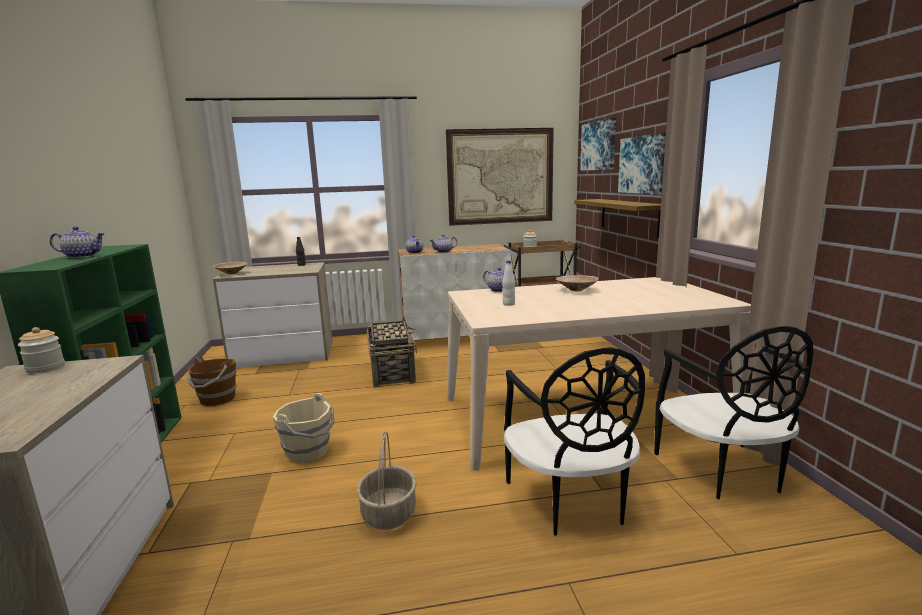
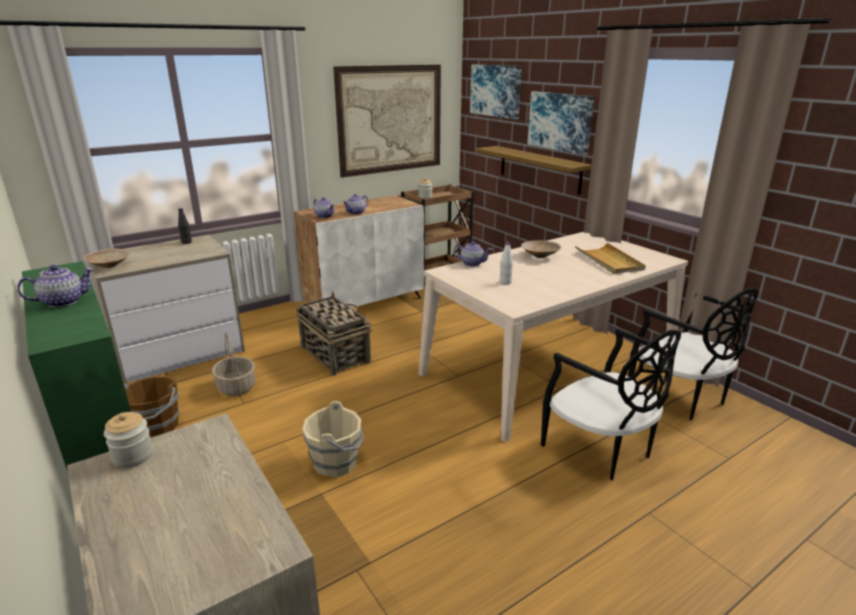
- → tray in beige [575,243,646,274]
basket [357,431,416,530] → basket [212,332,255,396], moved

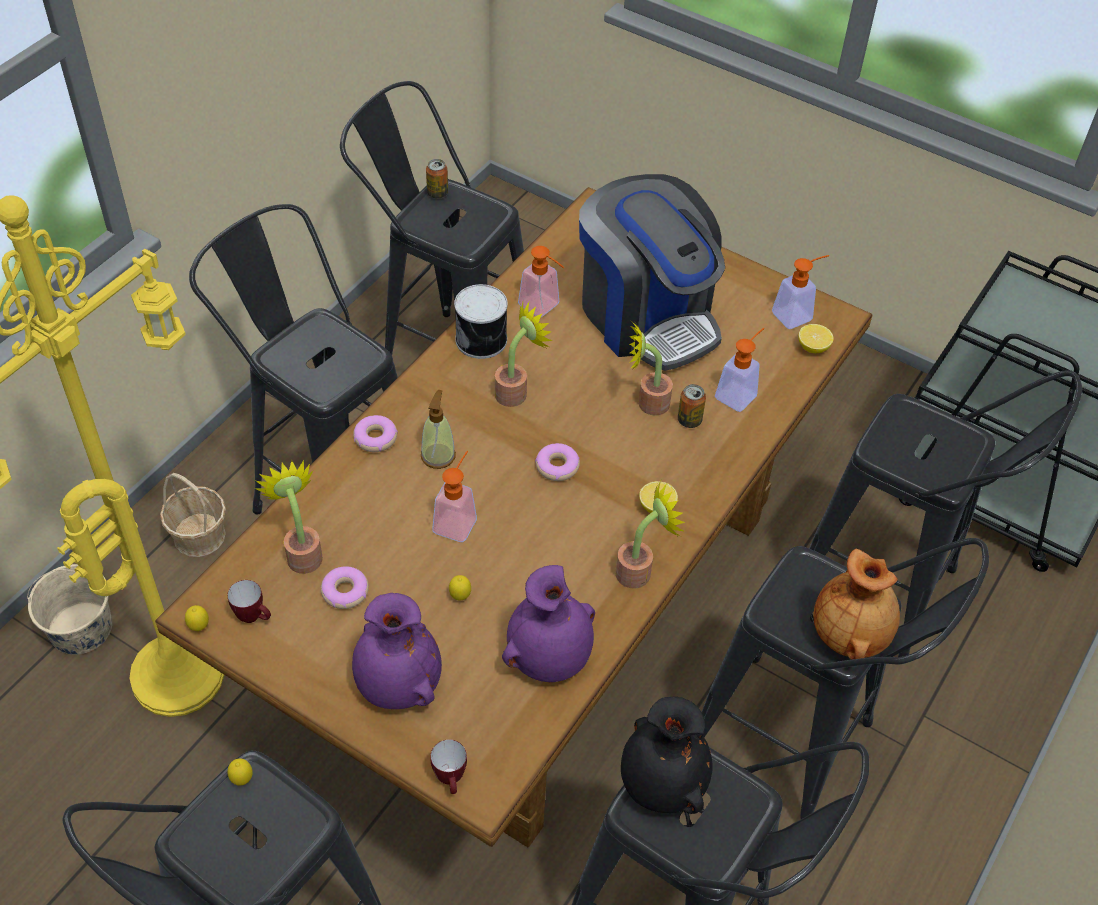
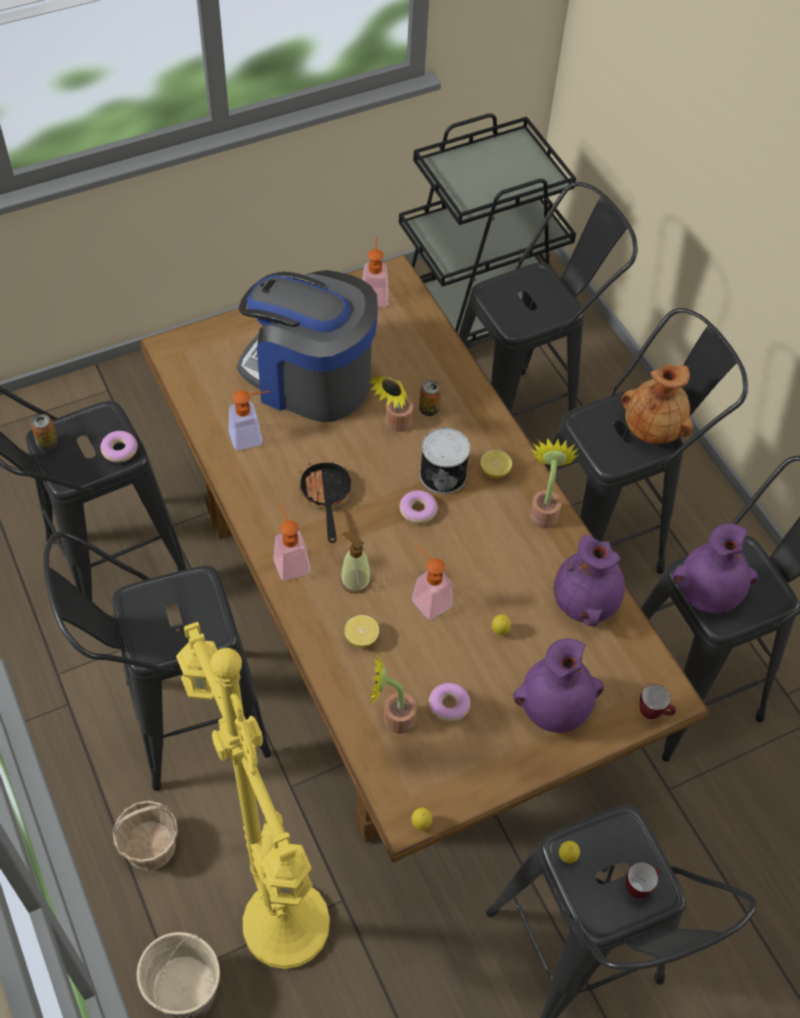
mug [227,580,271,623] → mug [626,862,660,898], moved
donut [353,415,398,452] → donut [100,431,138,463], moved
can [454,284,508,359] → can [420,428,470,494], moved
soap dispenser [715,328,764,412] → soap dispenser [273,504,310,581], moved
lemon [798,324,834,353] → lemon [344,615,379,647], moved
potted plant [495,302,553,407] → frying pan [299,462,353,543]
vase in black [621,696,713,814] → vase in purple [672,523,758,614]
coffee machine [579,174,725,371] → coffee machine [237,270,378,422], 150 degrees counterclockwise

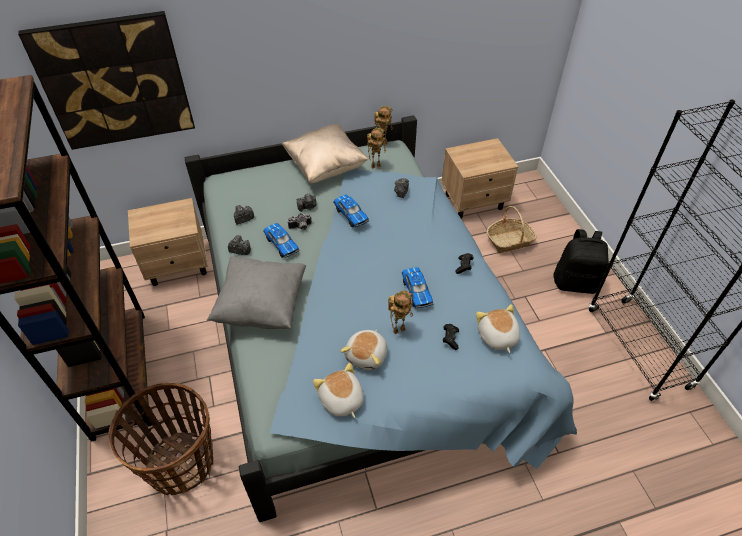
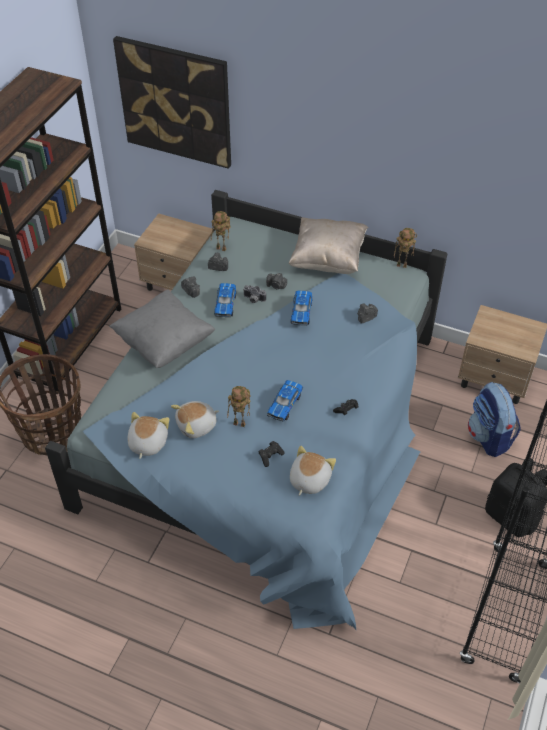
toy robot [367,128,386,168] → toy robot [211,211,230,251], moved
basket [487,206,537,253] → backpack [468,382,521,457]

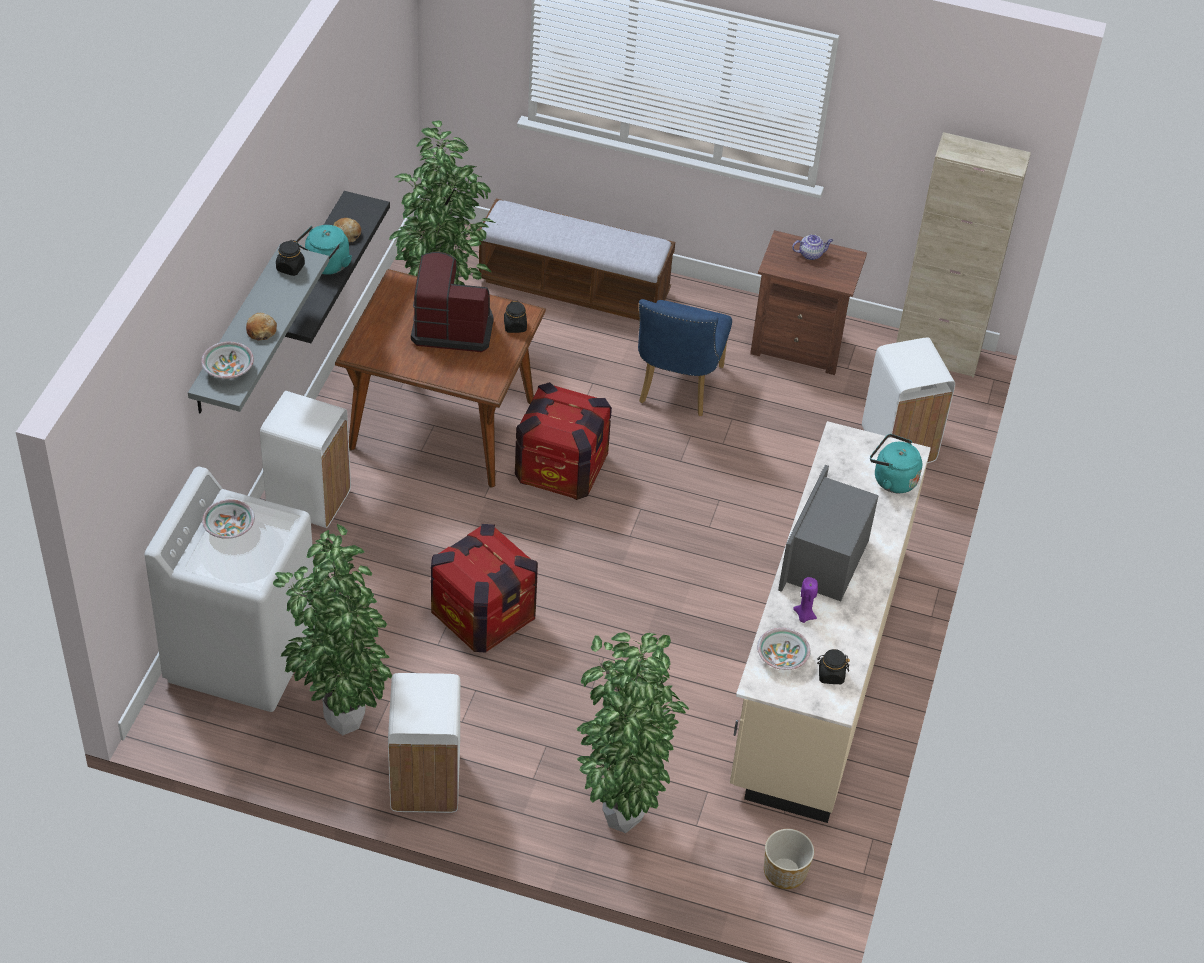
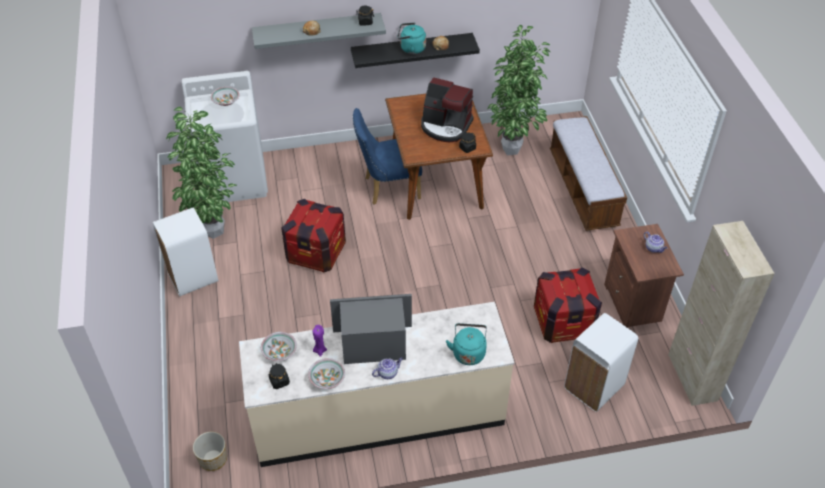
trash can in white [260,391,351,528] → -
potted plant [577,632,689,833] → -
- → teapot [372,357,403,379]
bowl [201,342,254,379] → bowl [308,358,345,389], moved
crate [515,382,612,500] → crate [534,267,602,343], moved
chair in blue [638,299,732,416] → chair in blue [353,108,422,205], moved
coffee machine [411,252,493,352] → coffee machine [421,77,474,142], 135 degrees clockwise

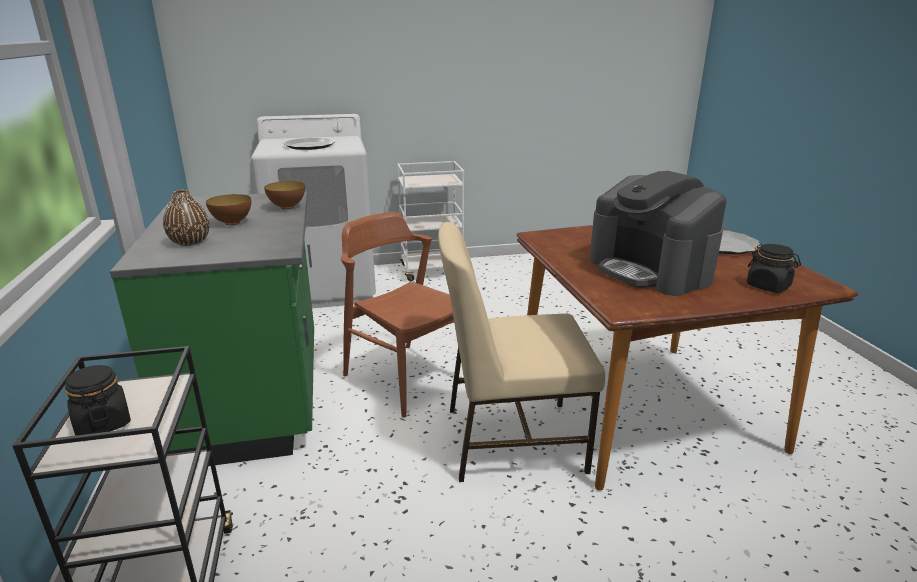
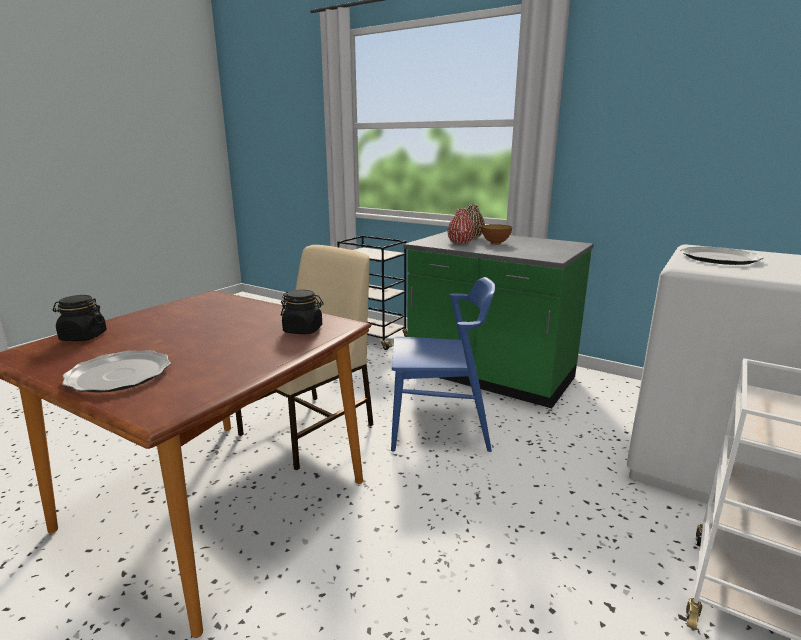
bowl [264,181,305,209] → -
coffee machine [590,171,727,296] → -
- → vase in red [447,208,475,244]
jar in black [65,365,131,436] → jar in black [281,290,324,334], moved
chair in brown [341,212,454,418] → chair in blue [391,277,495,452]

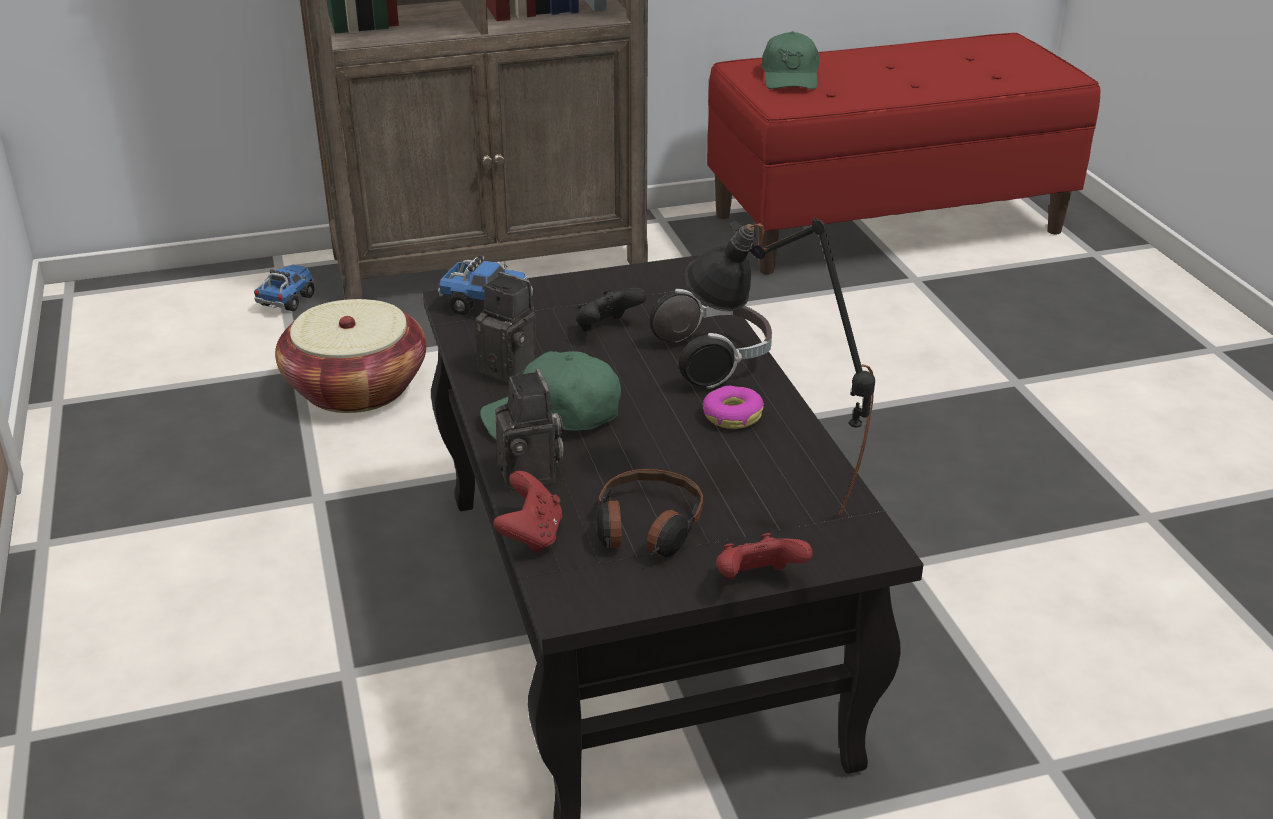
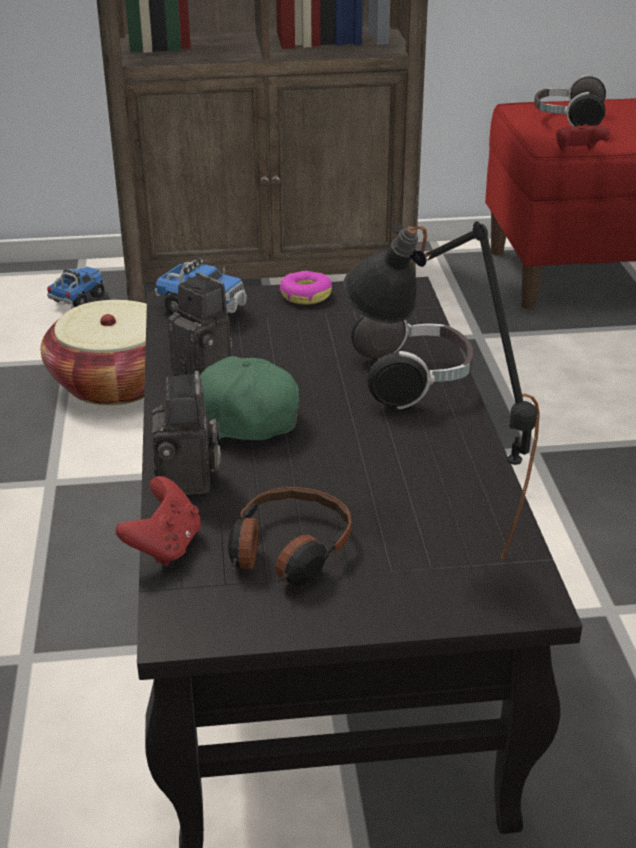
game controller in black [576,288,646,331] → -
donut [703,386,764,429] → donut [280,271,332,304], moved
game controller in red [716,533,813,579] → game controller in red [556,124,610,151], moved
cap in green [761,32,819,89] → headphones [534,74,606,126]

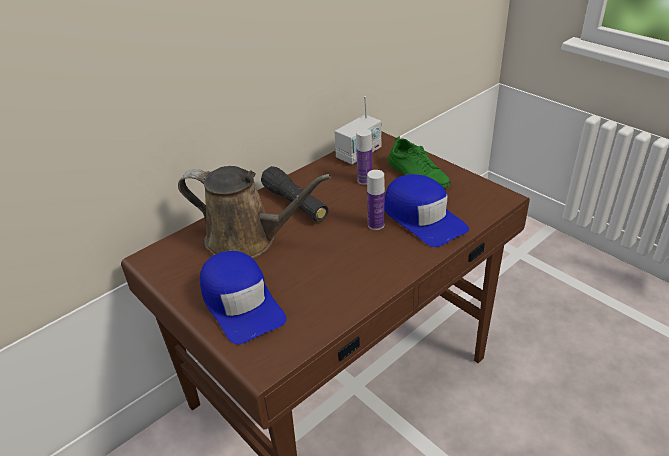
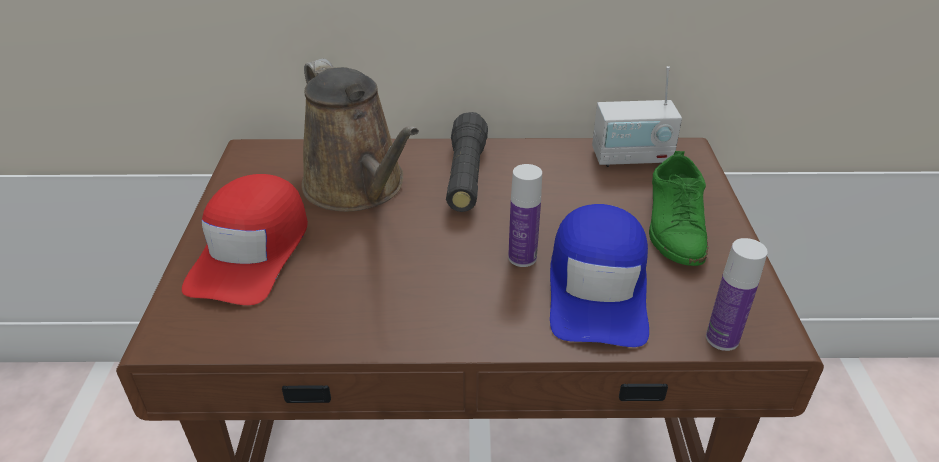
bottle [356,129,372,185] → bottle [706,238,768,351], moved
cap in blue [200,251,287,344] → cap in red [182,174,308,305]

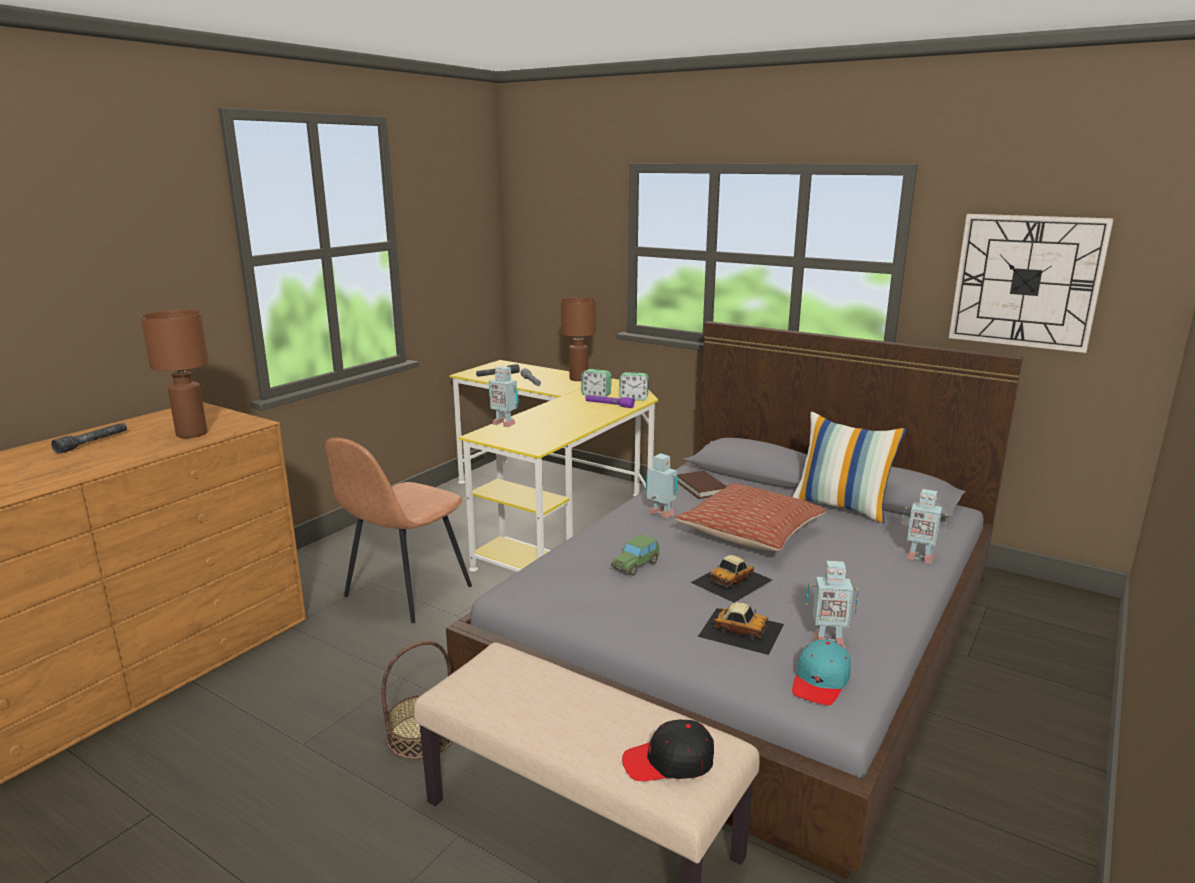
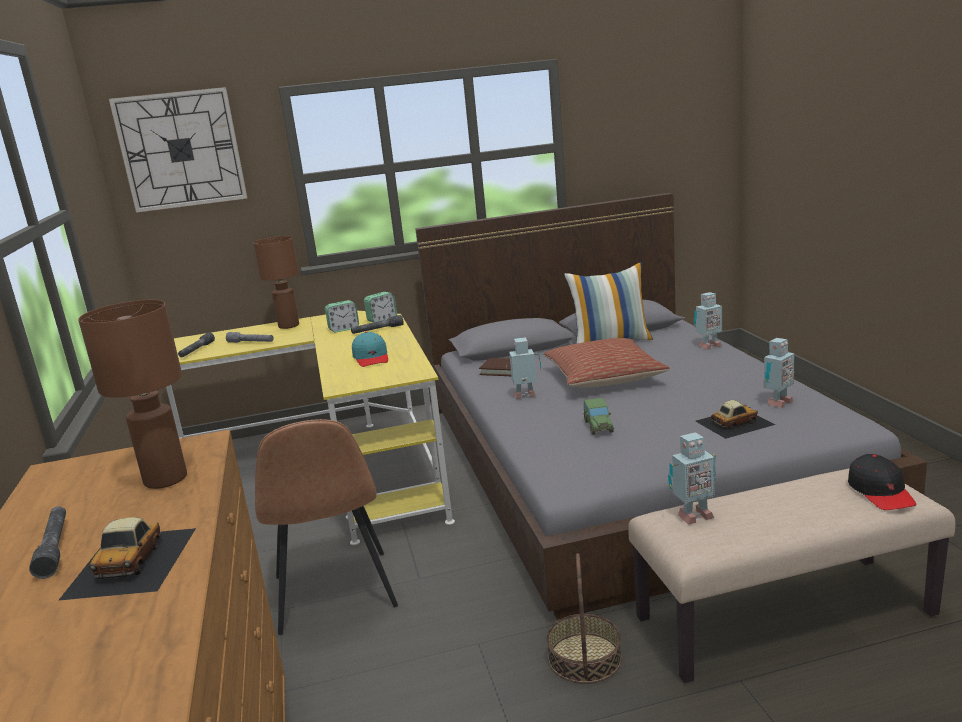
toy robot [489,366,519,427] → toy robot [668,432,716,525], moved
toy car [690,555,772,603] → toy car [58,517,196,601], moved
cap in turquoise [792,640,851,706] → cap in turquoise [352,331,388,367], moved
wall clock [949,214,1114,353] → wall clock [109,87,247,213], moved
flashlight in purple [585,395,635,408] → flashlight in grey [351,315,404,334]
cap in black [622,719,714,781] → cap in black [848,454,917,510], 45 degrees counterclockwise

